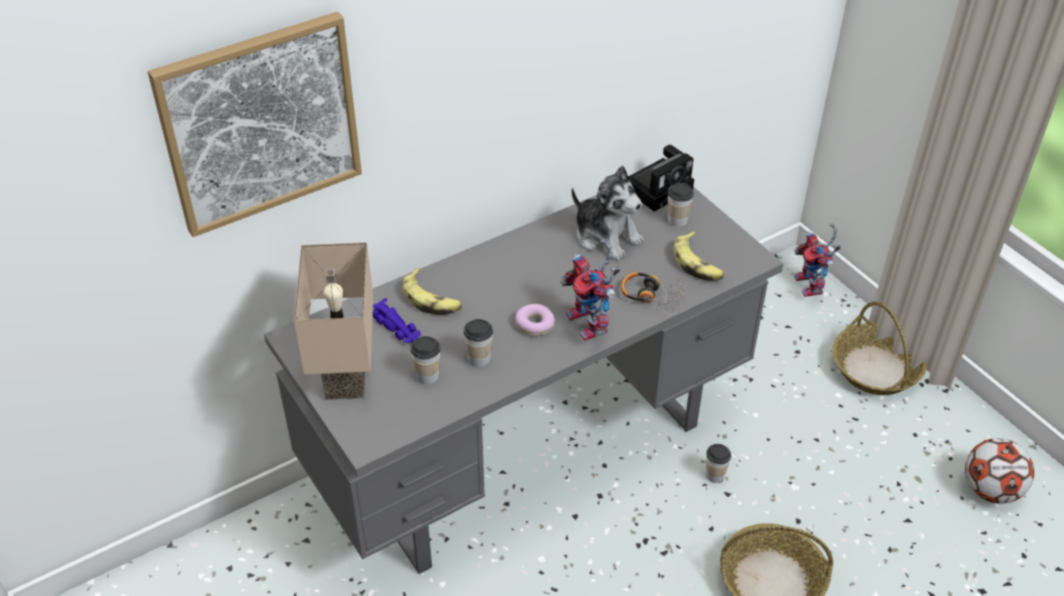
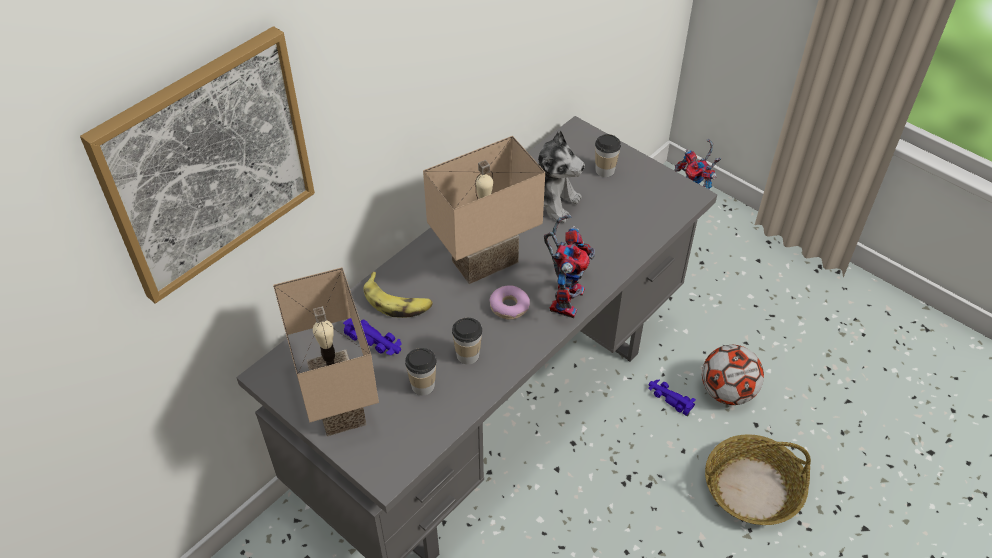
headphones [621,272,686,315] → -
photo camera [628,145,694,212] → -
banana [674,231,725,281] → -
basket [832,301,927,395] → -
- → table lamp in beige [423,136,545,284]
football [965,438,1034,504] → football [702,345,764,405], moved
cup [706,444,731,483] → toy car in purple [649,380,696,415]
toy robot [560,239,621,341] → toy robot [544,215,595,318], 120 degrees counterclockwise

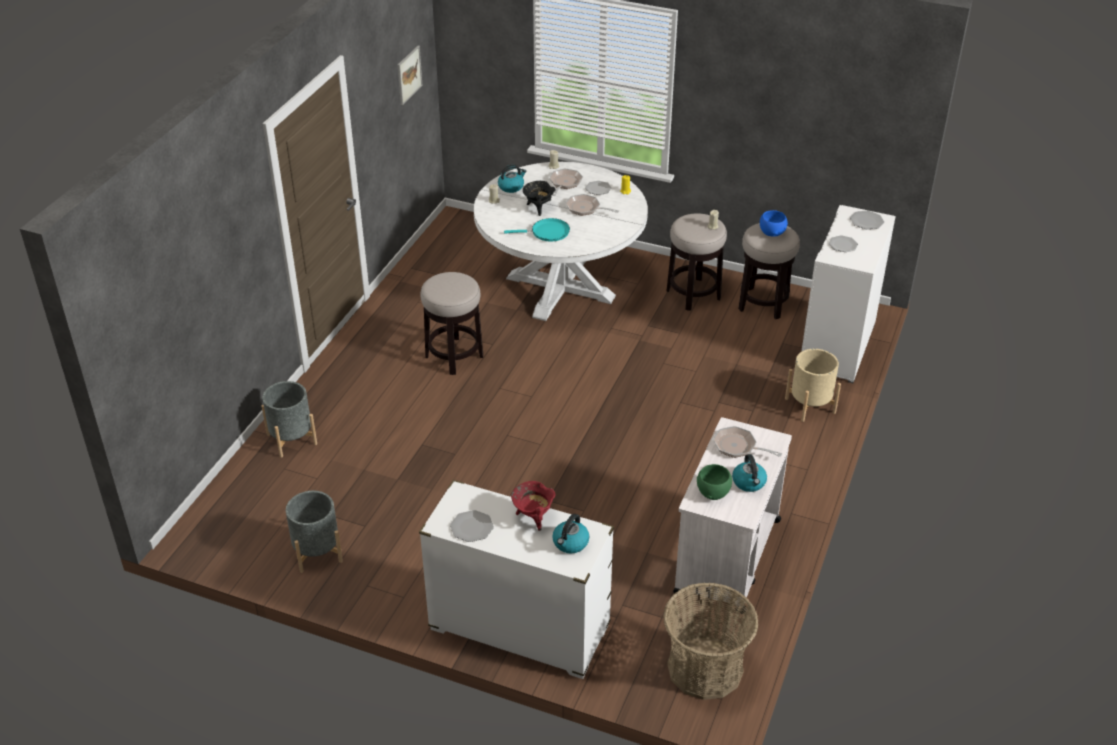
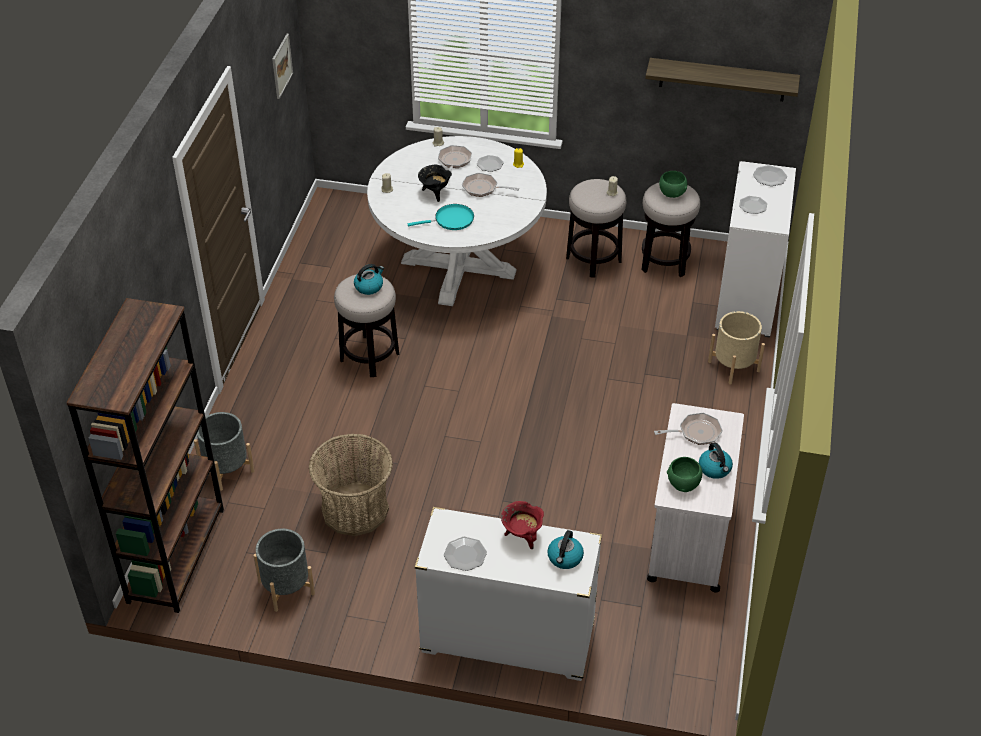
- → bookcase in brown [66,298,224,613]
- → shelf [645,58,800,101]
kettle [498,165,526,193] → kettle [354,264,384,295], moved
basket [663,583,759,700] → basket [309,433,393,536], moved
bowl in blue [760,210,788,237] → bowl in green [659,171,687,198]
frying pan [713,426,782,458] → frying pan [654,413,723,445], 150 degrees clockwise

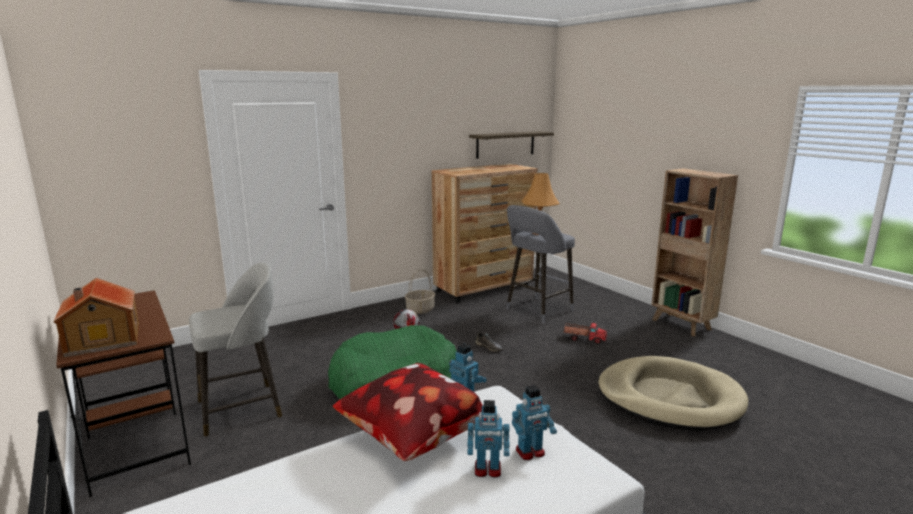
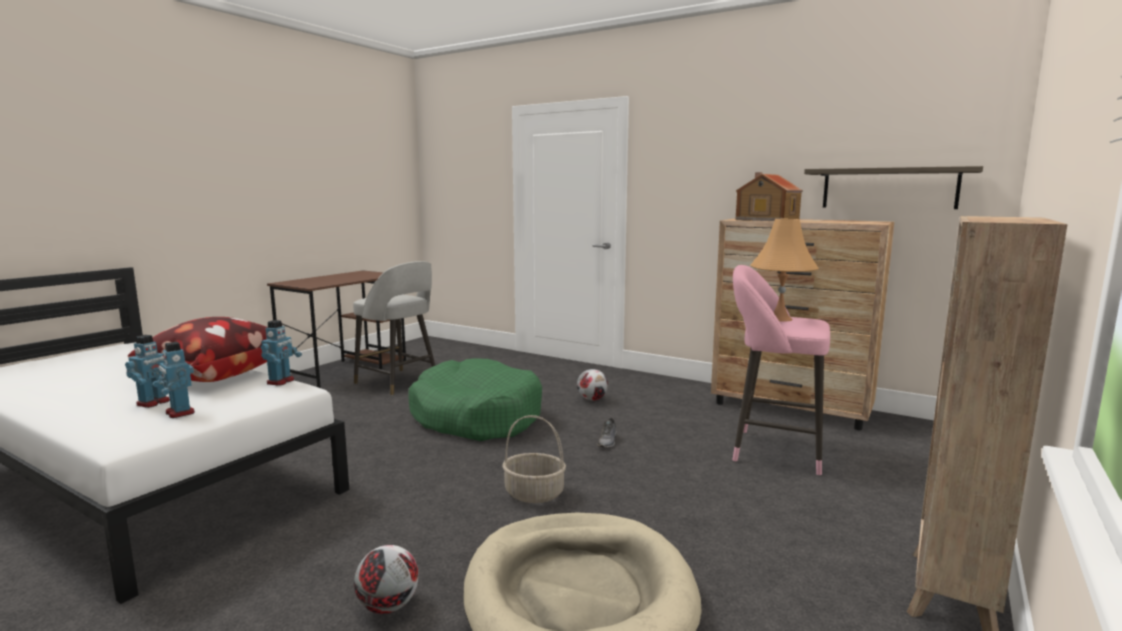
toy truck [563,323,607,344] → -
- → football [354,545,419,614]
toy house [53,278,139,357] → toy house [736,172,803,221], moved
basket [405,269,435,314] → basket [502,415,566,503], moved
stool in grey [506,205,575,323] → stool in pink [732,265,830,475]
toy robot [467,400,510,478] → toy robot [125,335,170,408], 135 degrees counterclockwise

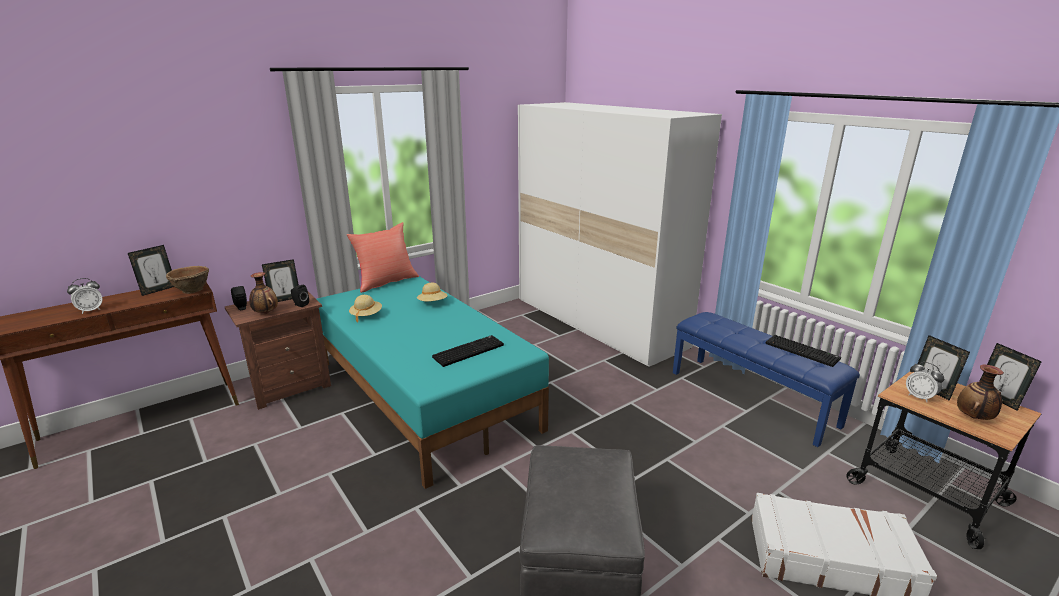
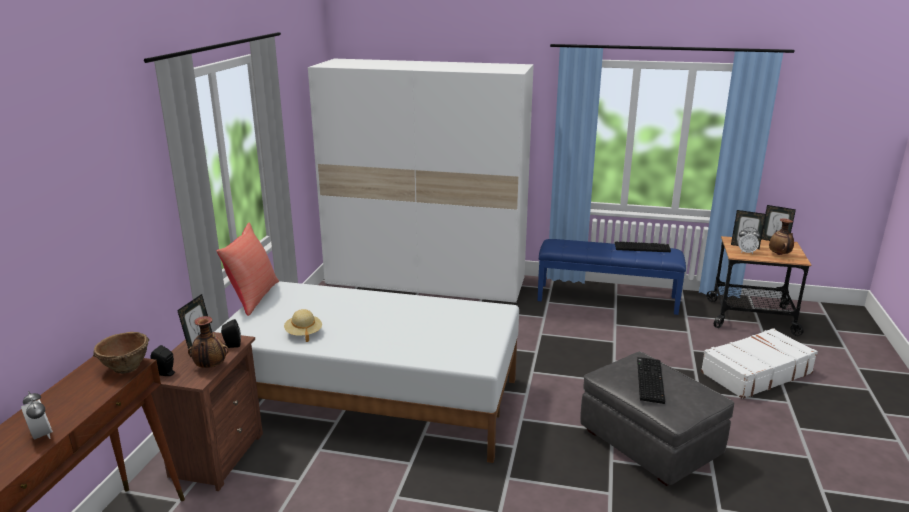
picture frame [128,245,174,296] → -
hat in beige [417,283,448,301] → -
keyboard [432,335,504,367] → keyboard [637,357,665,404], moved
bed in turquoise [317,276,549,489] → bed in white [215,281,519,463]
alarm clock [67,278,103,314] → alarm clock [21,391,53,440], 45 degrees counterclockwise

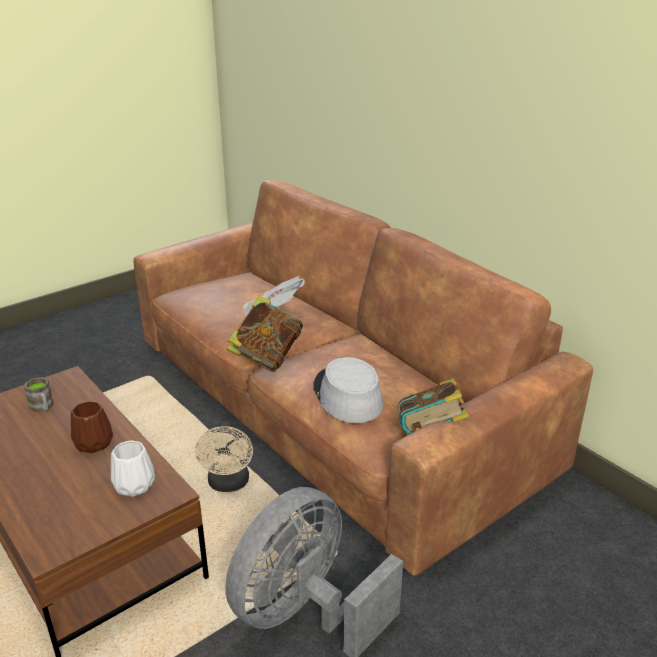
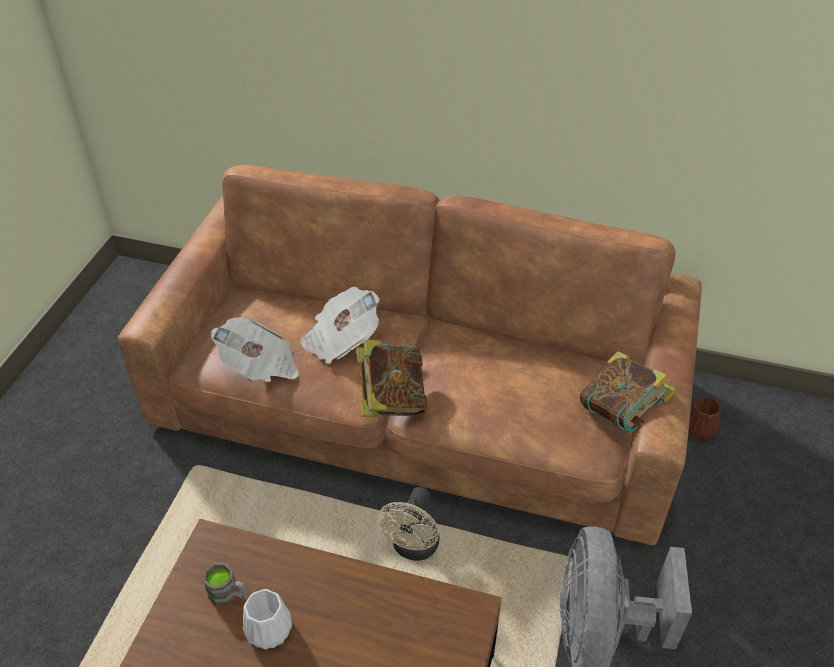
hat in grey [313,357,383,423] → -
- → newspaper [211,317,299,382]
vase in brown [71,401,113,453] → vase in brown [688,396,721,440], moved
vase in white [111,441,155,497] → vase in white [243,589,292,650], moved
fan in beige [195,421,253,492] → fan in beige [377,487,439,561], 60 degrees clockwise

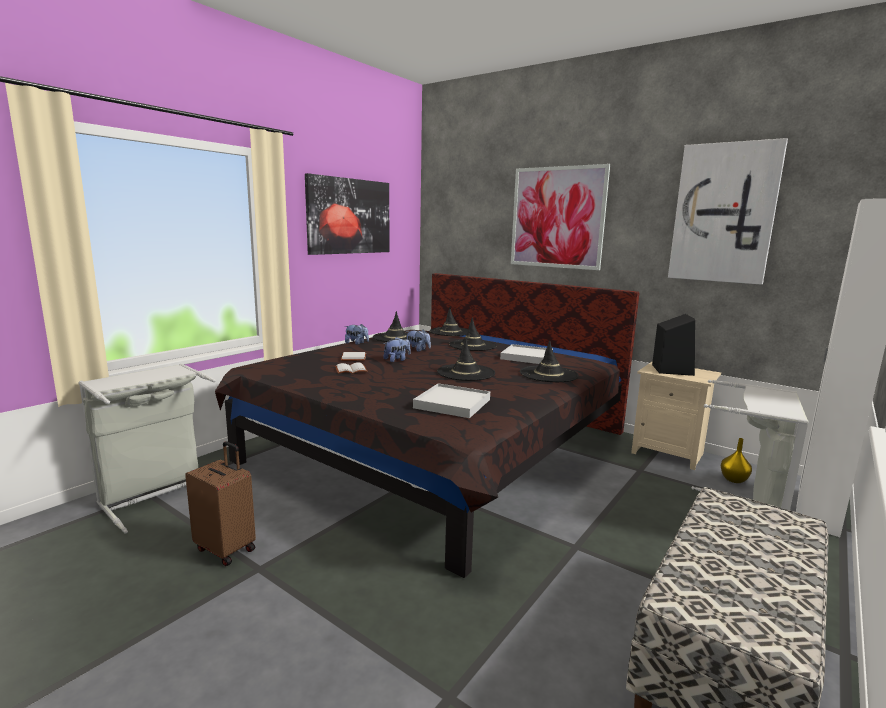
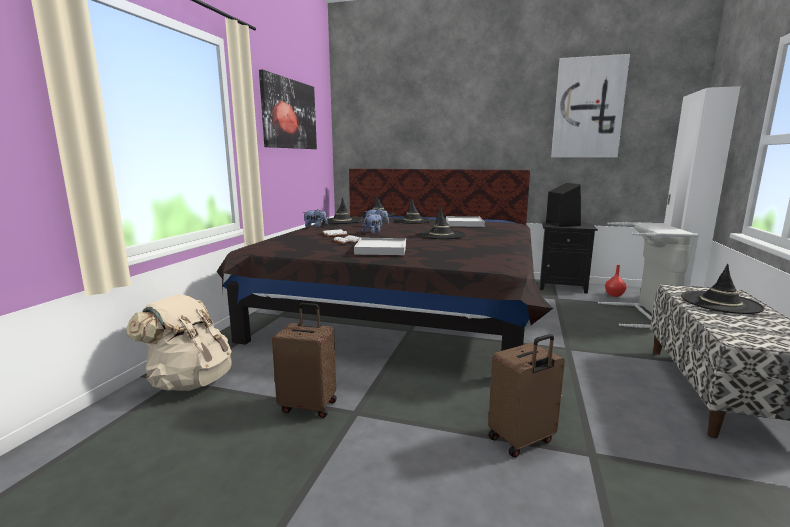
picture [511,164,610,270] → -
- → suitcase in brown [488,334,565,458]
tray in white [413,383,490,418] → tray in white [354,238,406,255], moved
hat in black [520,340,579,382] → hat in black [681,264,765,314], moved
laundry basket in grey [78,364,216,534] → backpack in beige [126,295,232,391]
nightstand in beige [631,361,721,470] → nightstand in black [540,221,598,294]
vase in yellow [721,438,752,483] → vase in red [605,265,627,297]

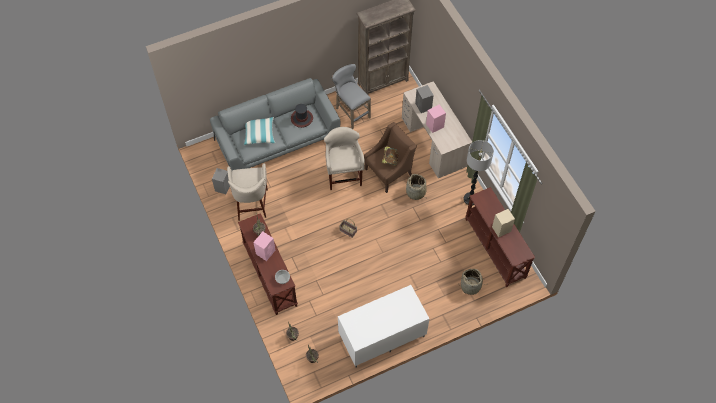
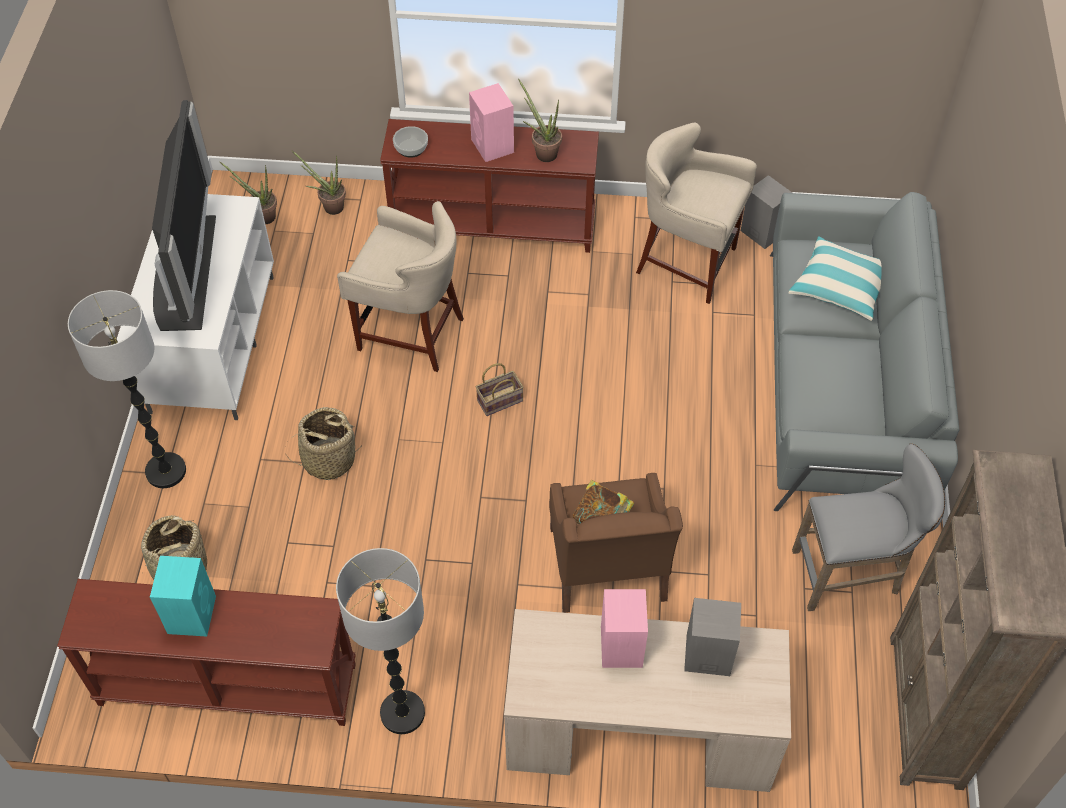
hat [291,104,313,128] → -
- → floor lamp [68,290,186,488]
- → television [152,100,216,331]
stool in beige [324,127,365,190] → stool in beige [337,201,464,372], moved
basket [406,174,426,200] → basket [285,407,362,480], moved
speaker in beige [492,209,515,237] → speaker in turquoise [150,556,216,637]

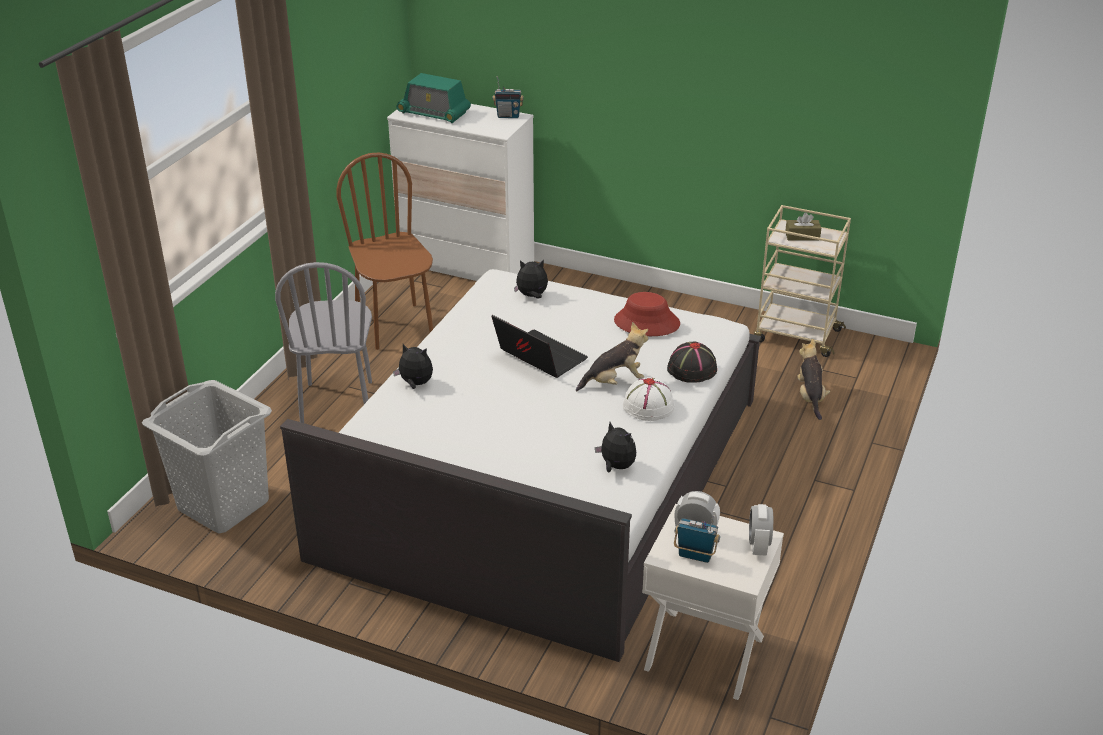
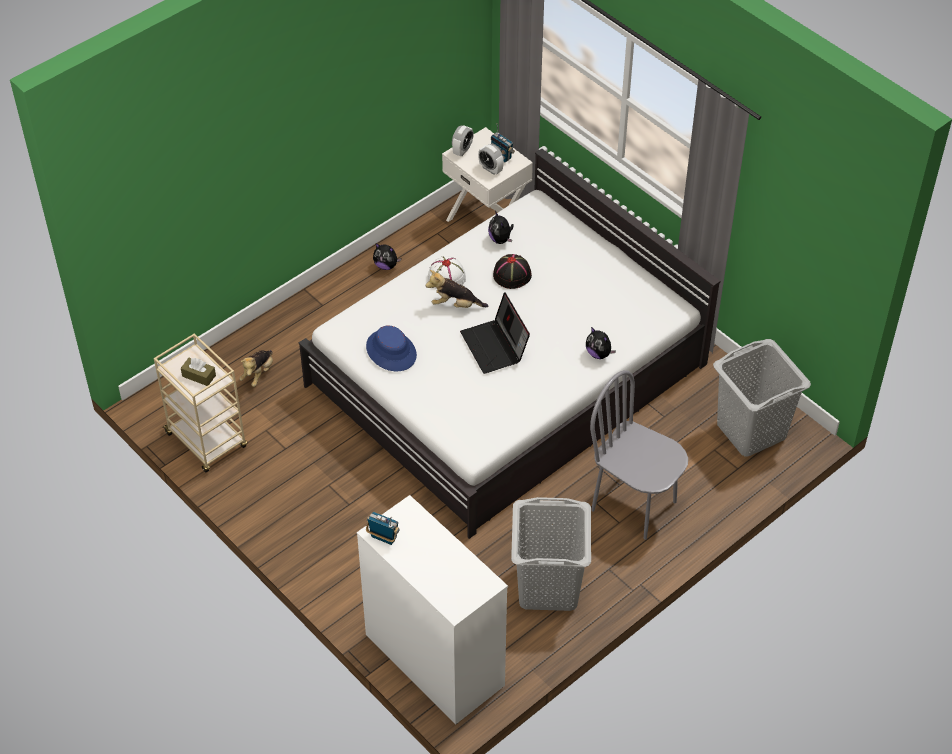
radio [396,73,471,123] → -
plush toy [514,260,548,299] → plush toy [373,243,401,270], moved
hat in black [667,341,717,383] → hat in black [493,254,532,289], moved
chair in brown [336,152,433,350] → laundry basket in grey [511,497,591,611]
hat in red [614,292,680,336] → hat in blue [366,325,417,371]
chair in grey [275,262,372,423] → chair in grey [590,370,688,540], 75 degrees counterclockwise

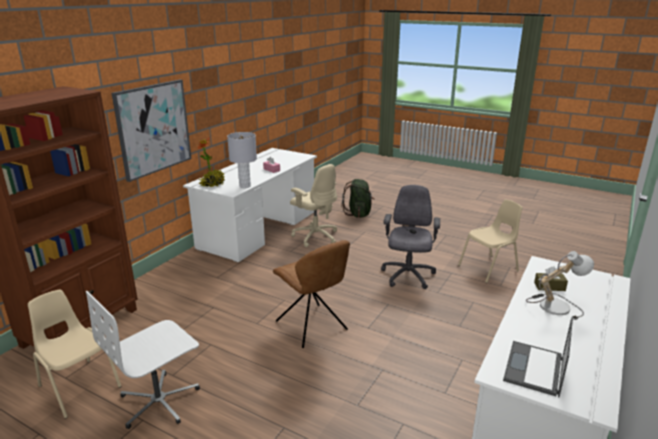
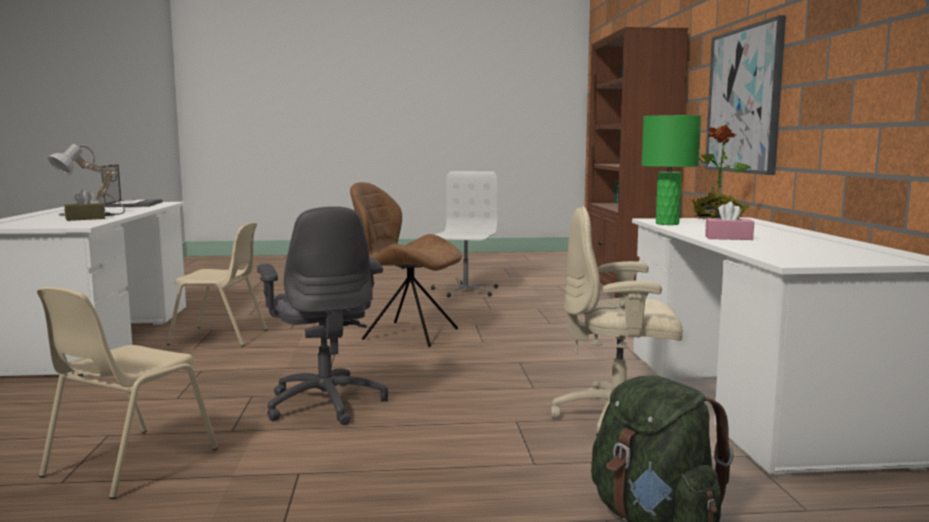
chair in beige [28,290,121,419] → chair in beige [167,222,267,346], moved
table lamp in grey [227,132,257,188] → table lamp in green [642,115,701,225]

